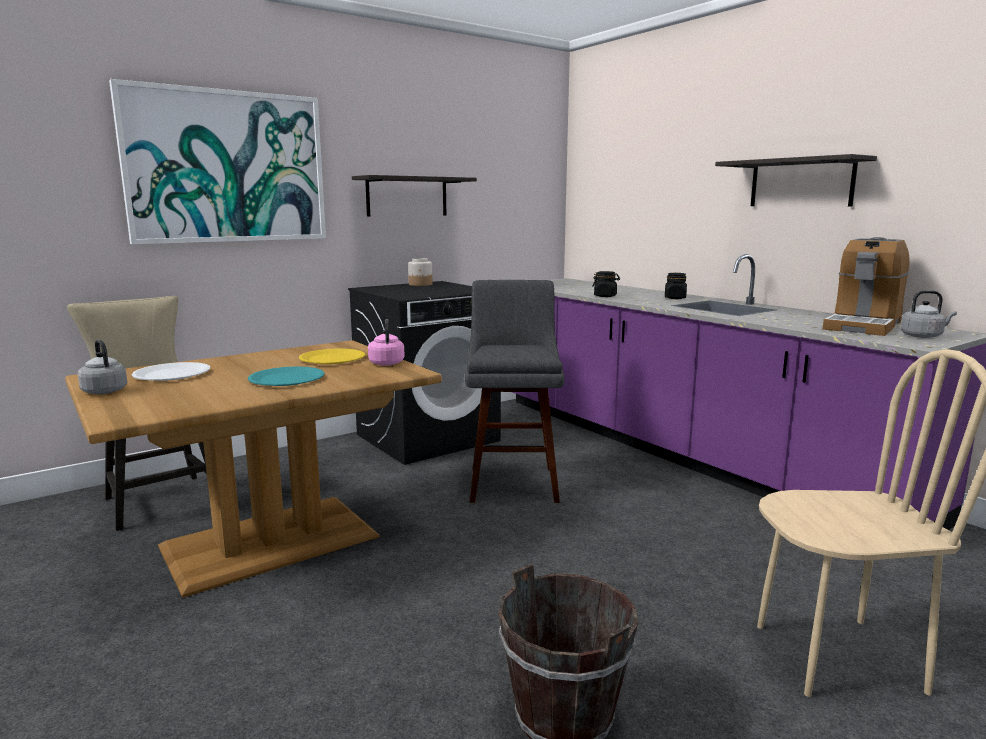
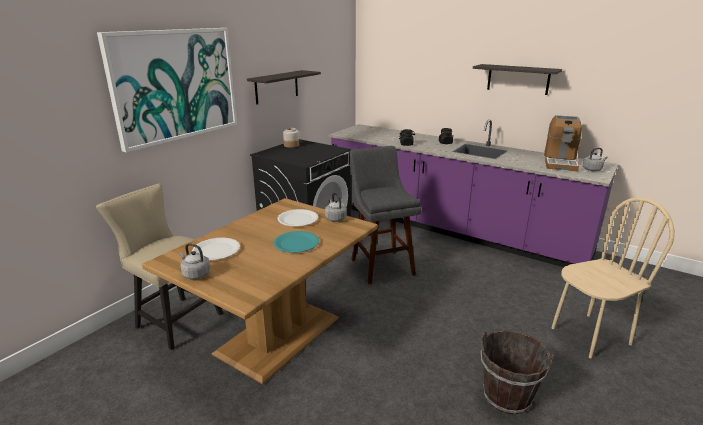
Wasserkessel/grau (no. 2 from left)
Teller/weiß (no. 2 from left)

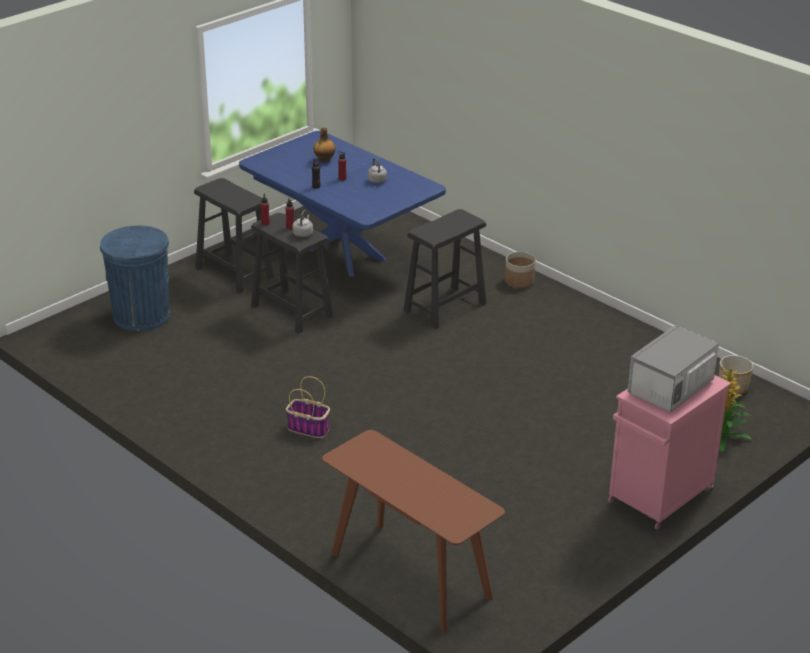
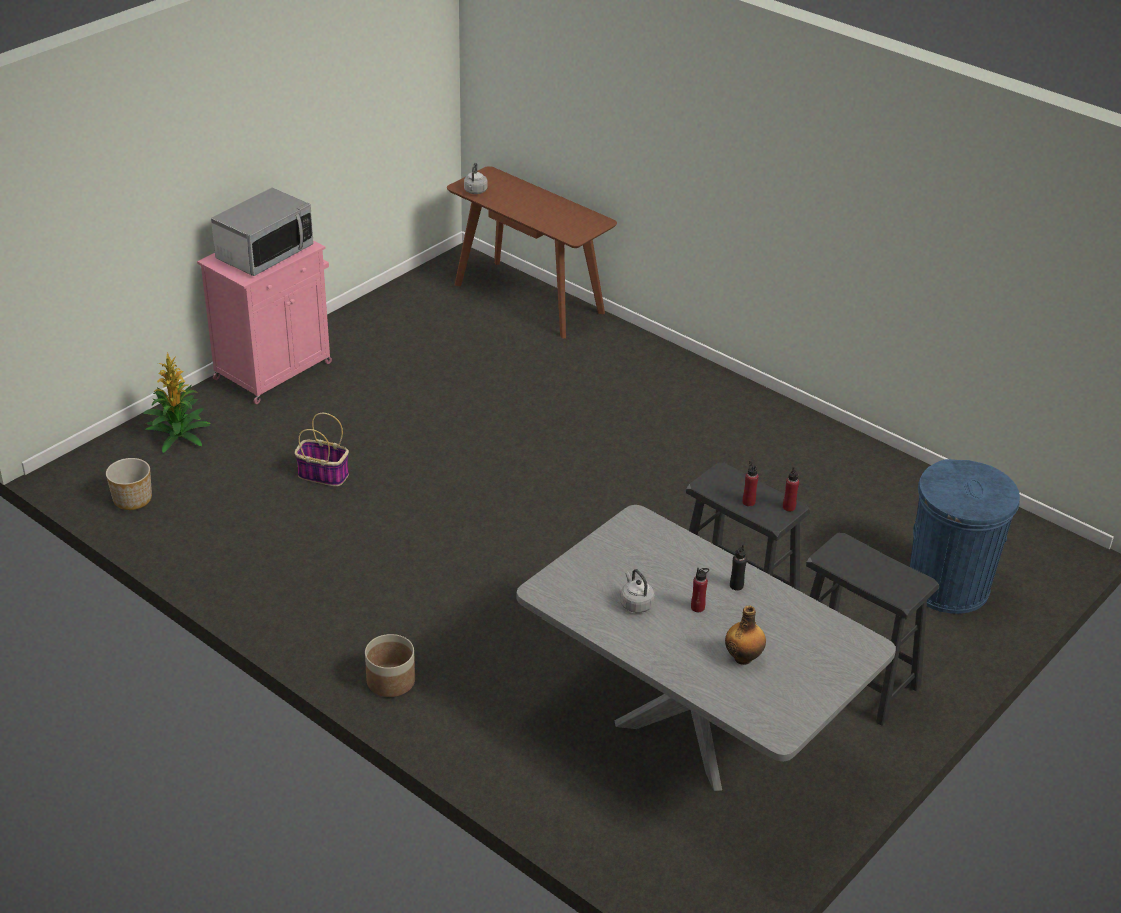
Esstisch/grau
Hocker/schwarz (no. 3 from left in the first image)
Wasserkessel/grau (no. 1 from left)
Korb

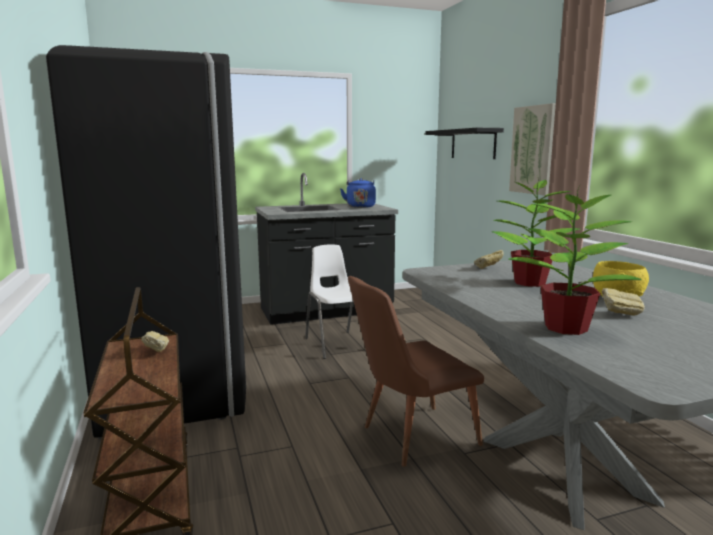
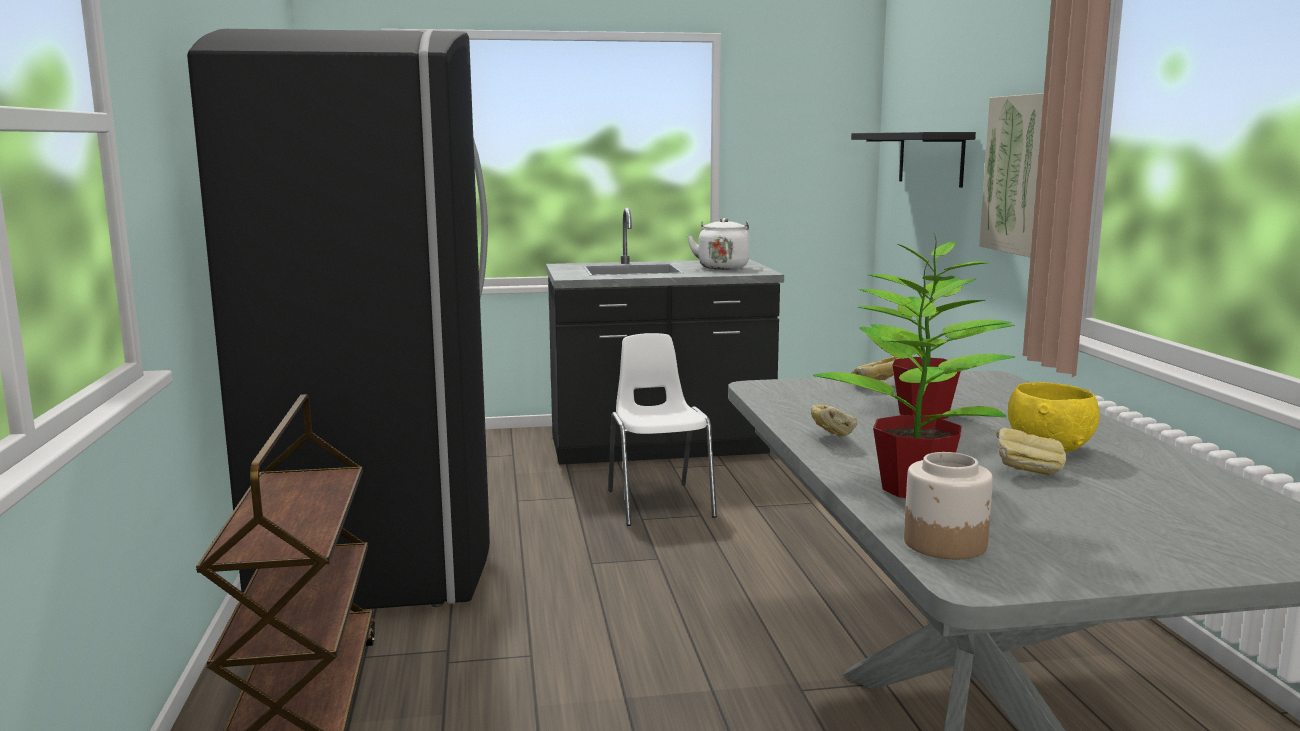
Wasserkessel/weiß
Stuhl/braun
Brot (no. 1 from left)
Vorratsglas

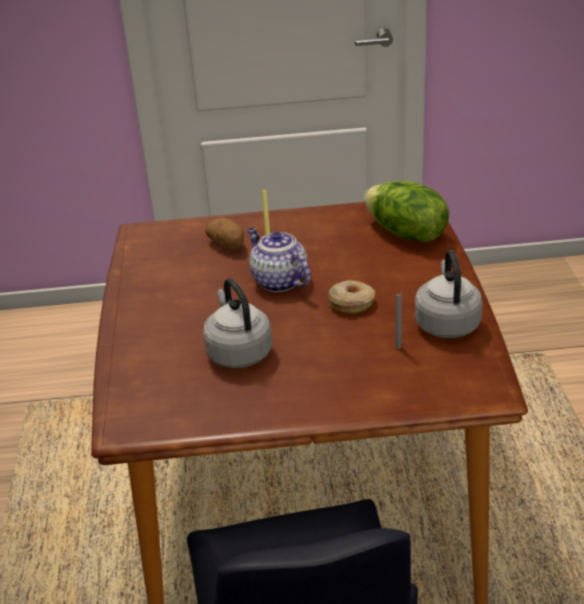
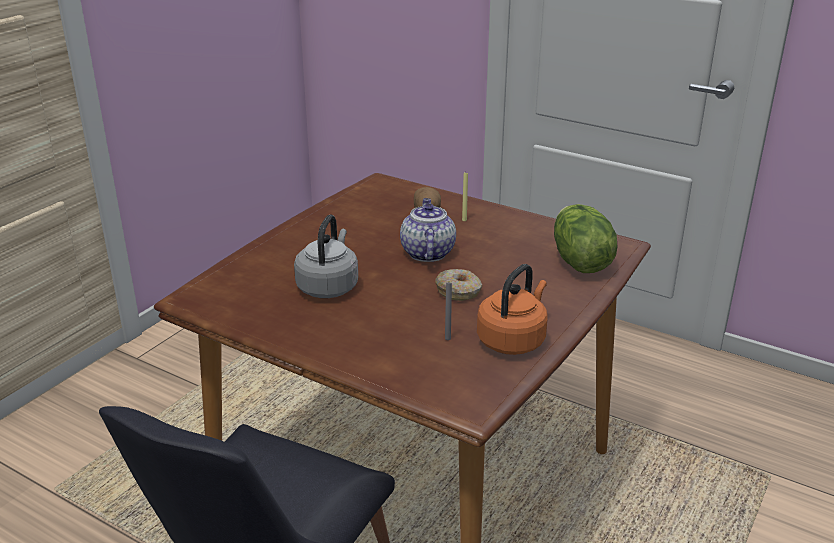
Wasserkessel/orange

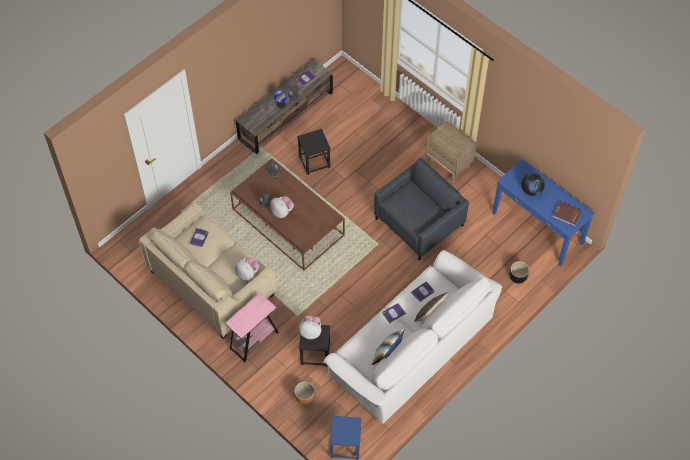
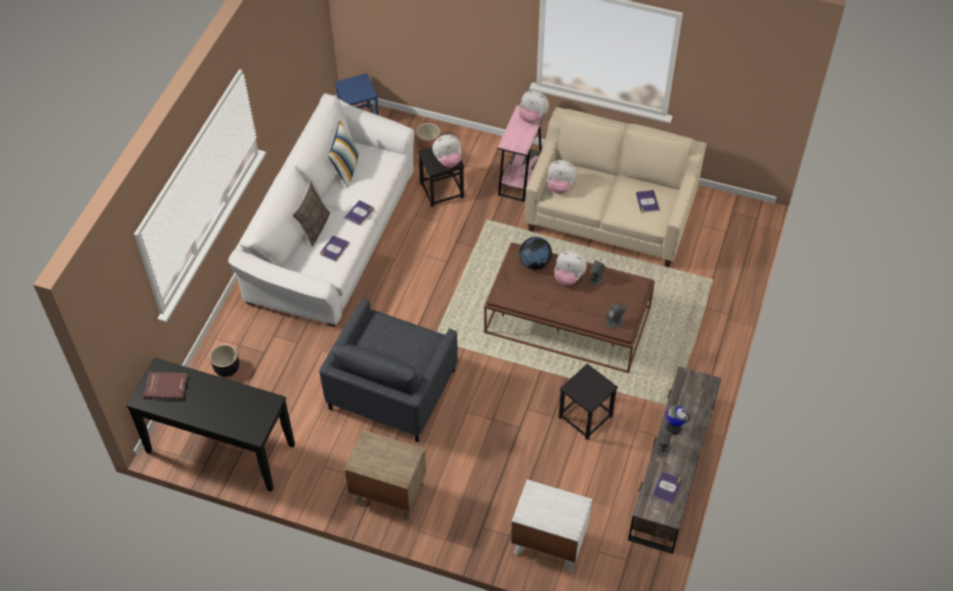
Konsolentisch/schwarz
Globus (no. 1 from left)
Plüschtier (no. 2 from left)
Nachttisch/weiß

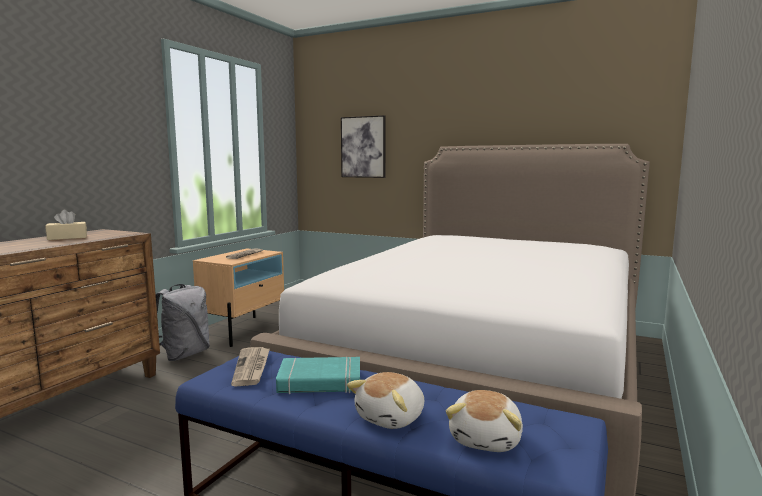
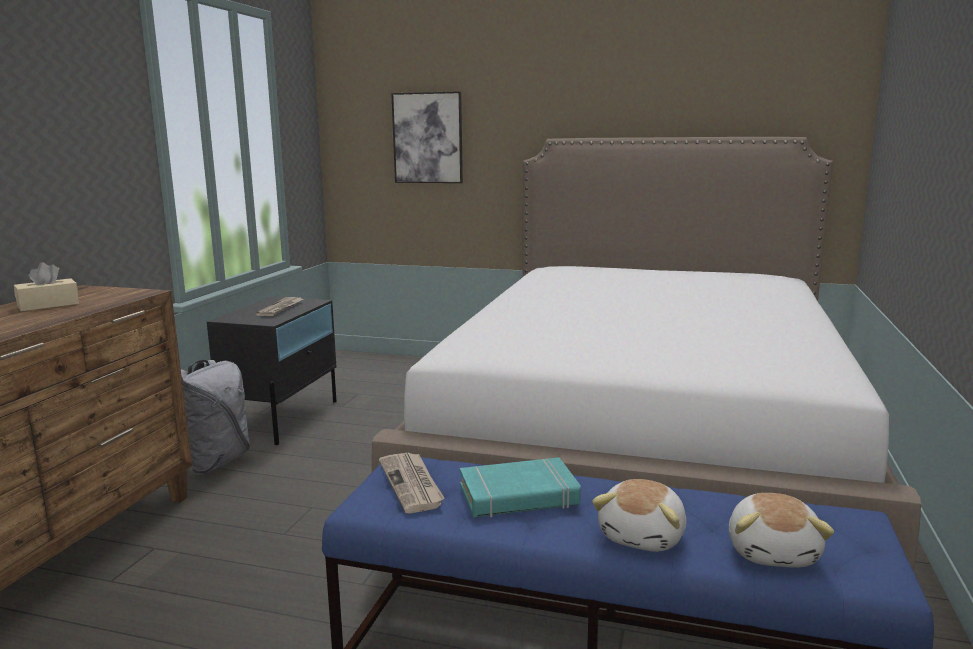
Nachttisch/schwarz

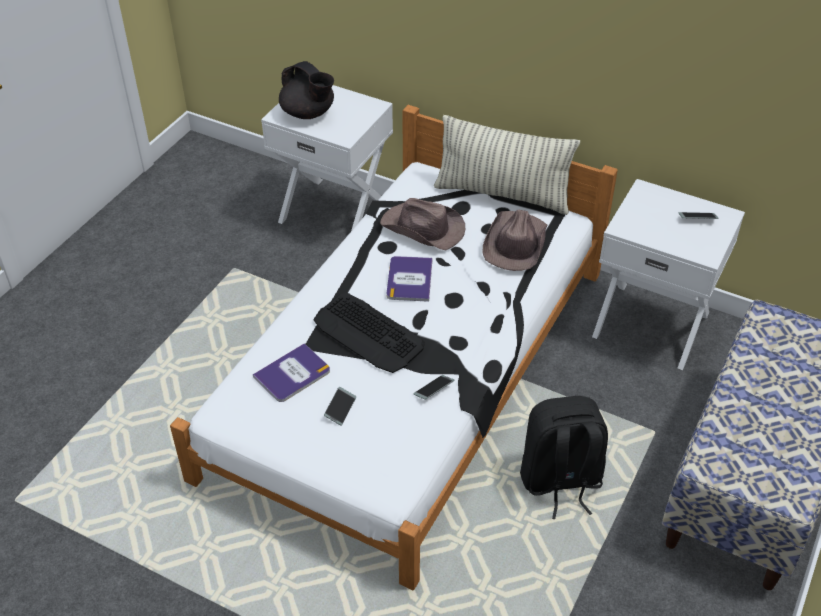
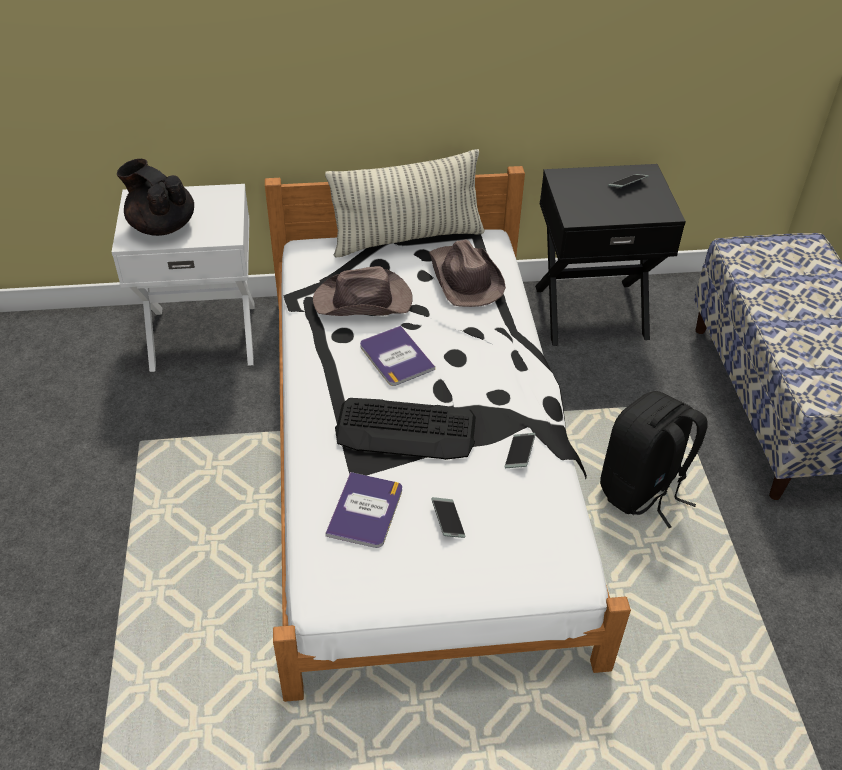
Teekanne/schwarz
Nachttisch/schwarz

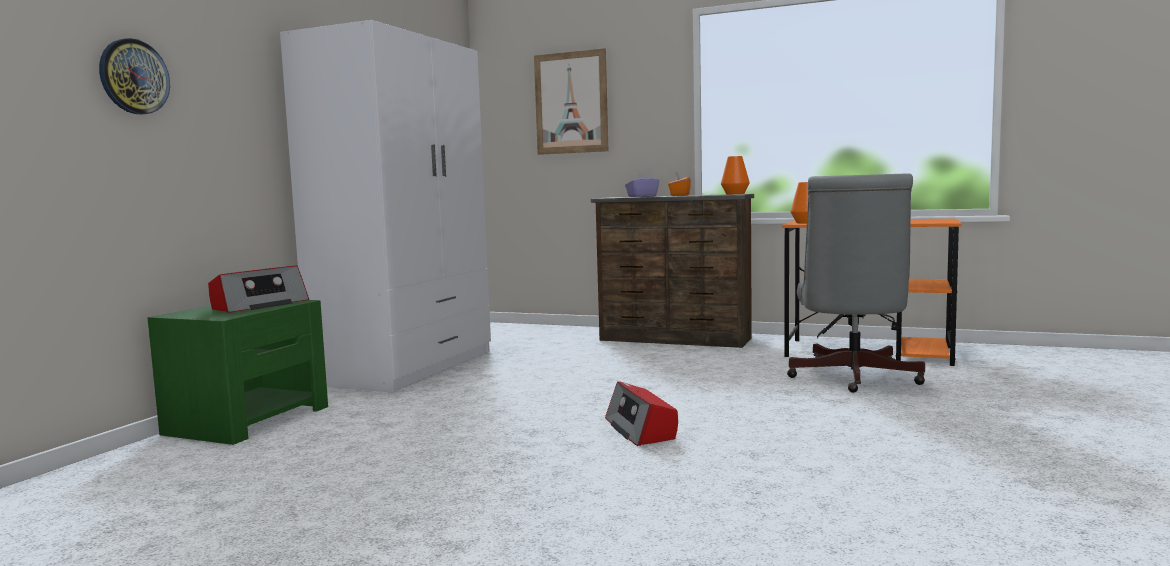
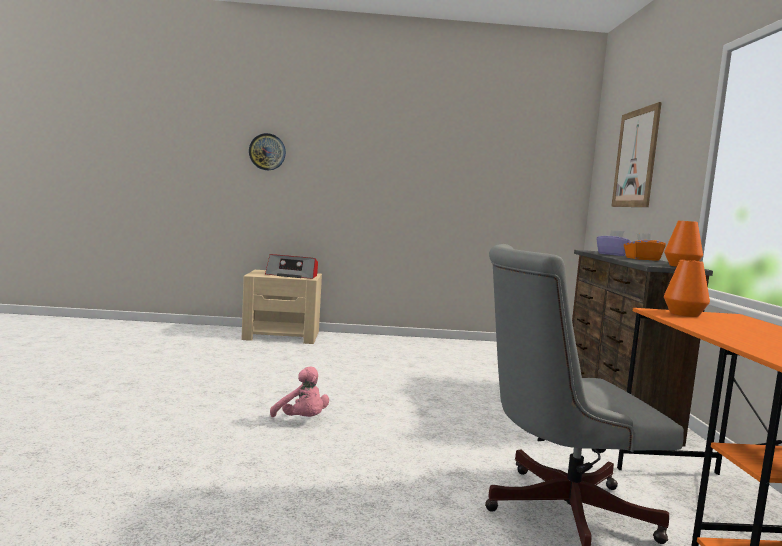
Kleiderschrank/weiß
Nachttisch/beige
Plüschtier/rosa

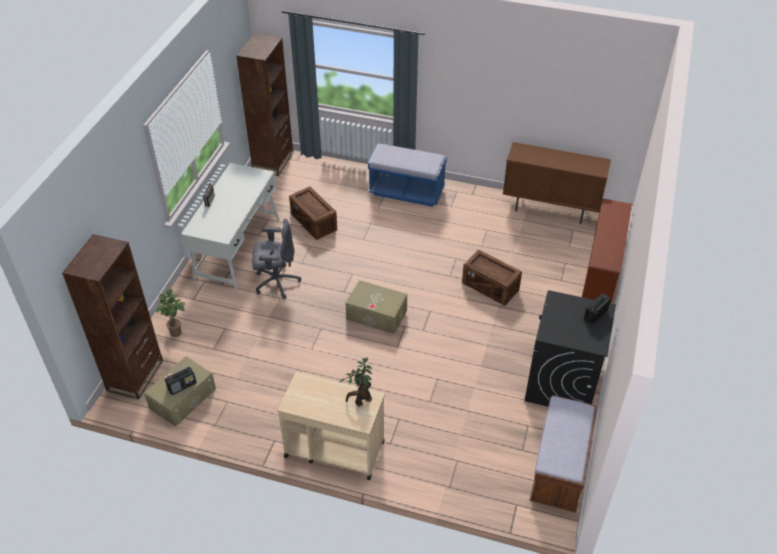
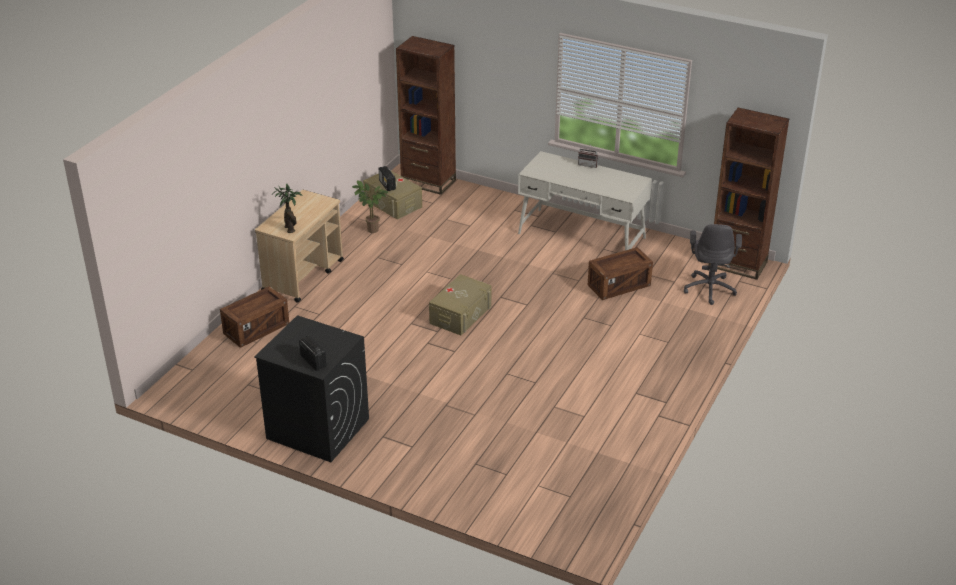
Schrank/braun
Bank/blau
Schuhregal/braun
Bürostuhl/grau
Kiste (no. 1 from left)
Topfpflanze (no. 2 from left)
Bank/braun

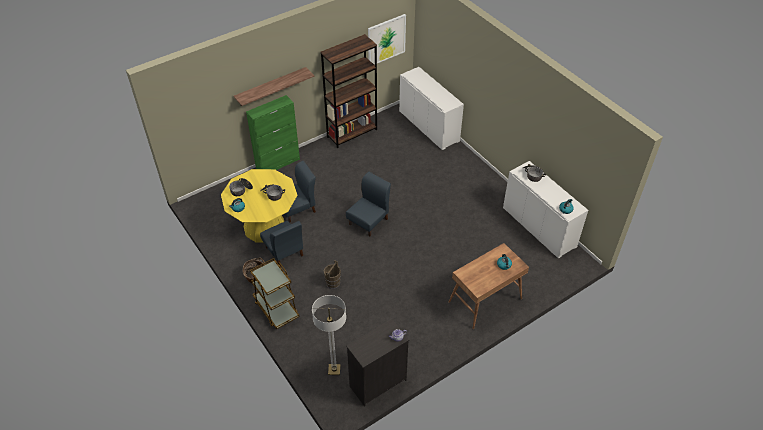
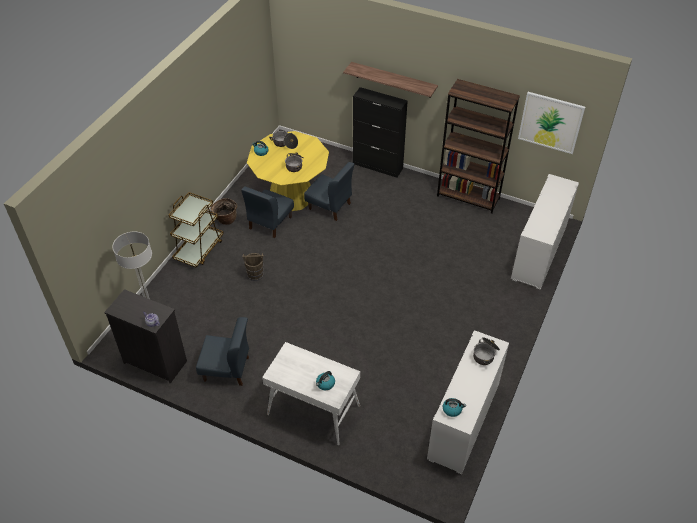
Schrank/schwarz
Stuhl/blau (no. 1 from left)
Schreibtisch/weiß

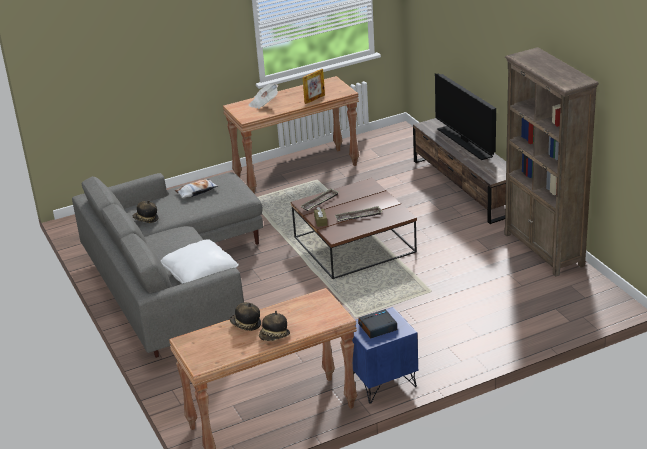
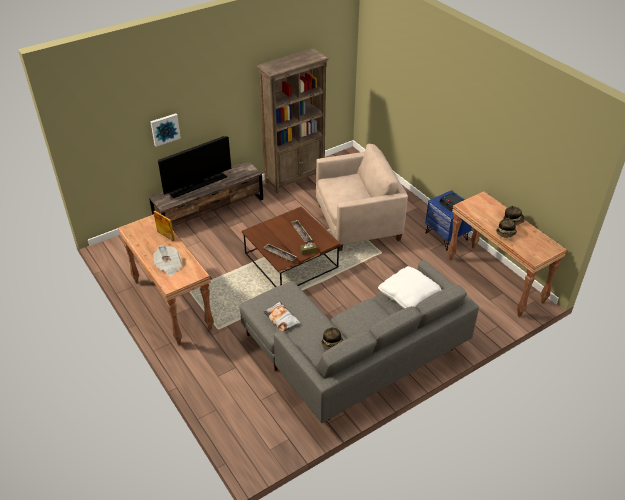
Bild
Sessel/beige

